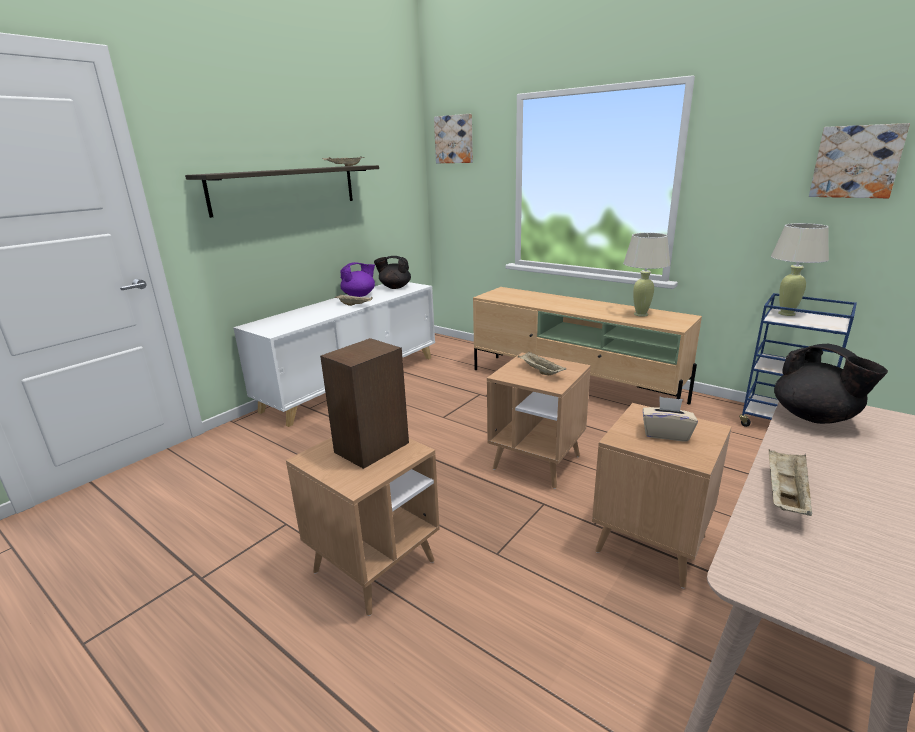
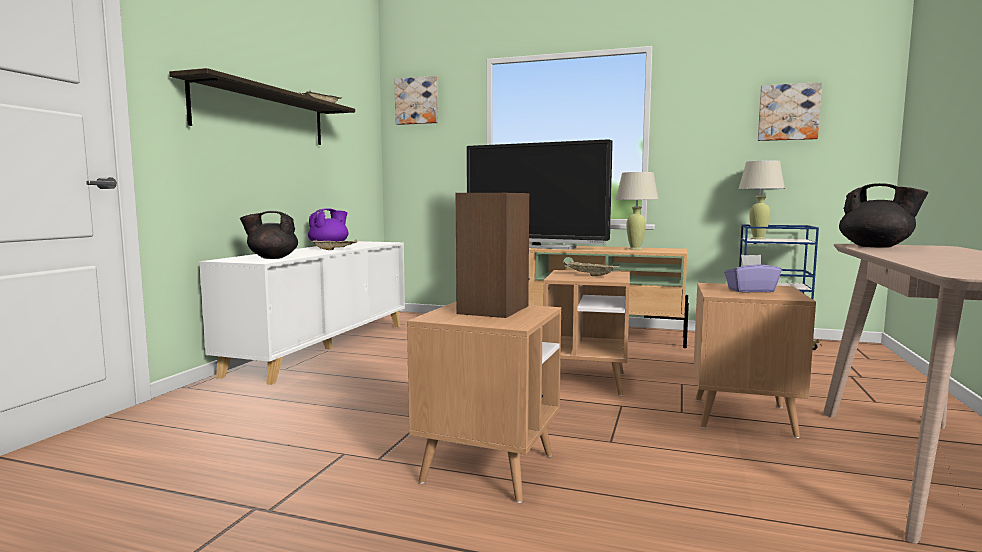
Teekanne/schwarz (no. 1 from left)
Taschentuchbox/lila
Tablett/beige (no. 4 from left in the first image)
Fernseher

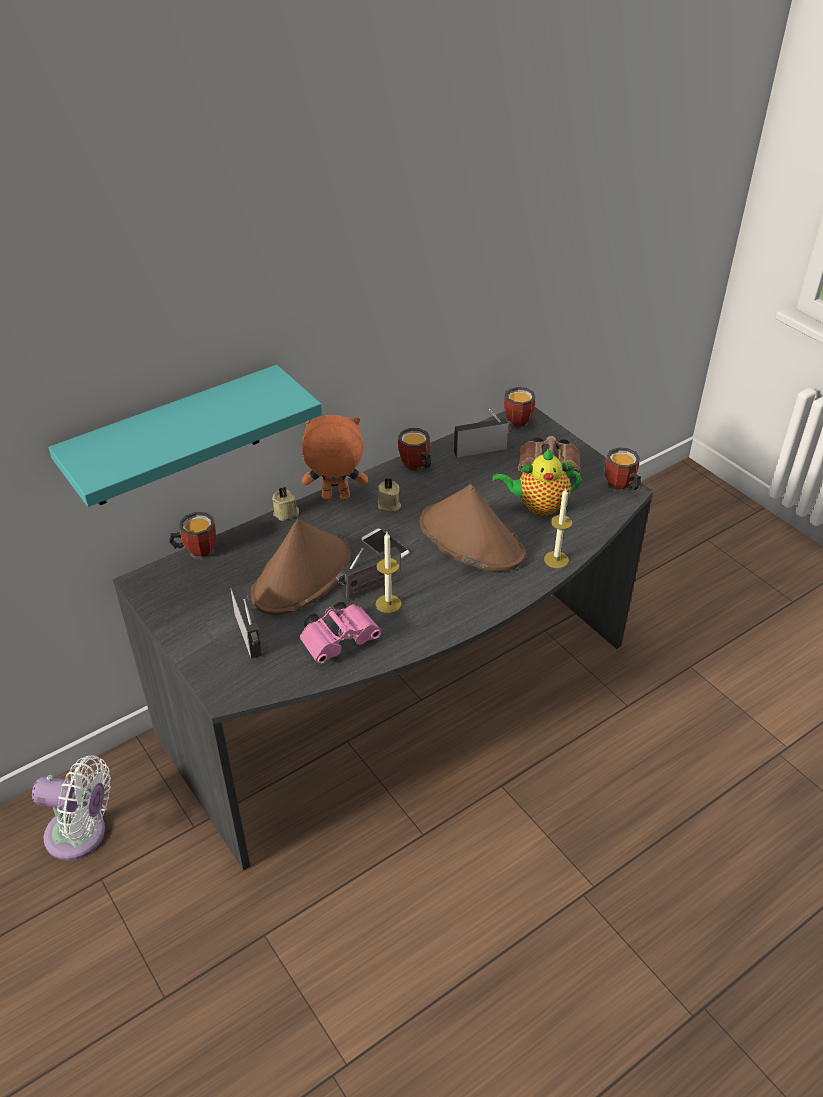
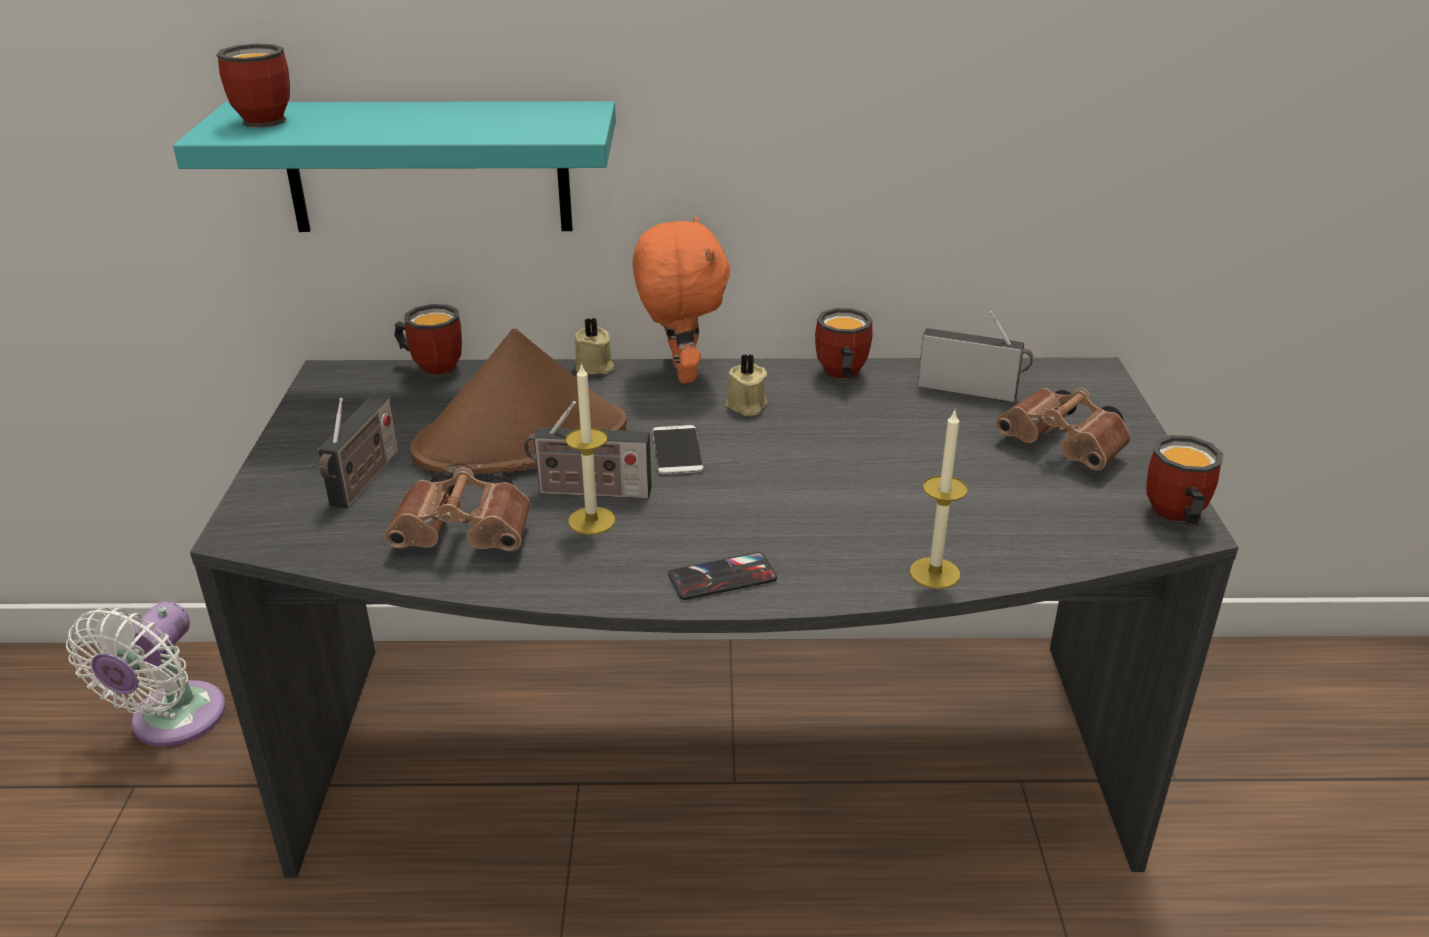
Henkelbecher (no. 1 from left)
Plüschtier/orange
Teekanne
Hut/braun (no. 2 from left in the first image)
Fernglas/braun (no. 1 from left)
Ventilator/weiß
Handy (no. 2 from left)

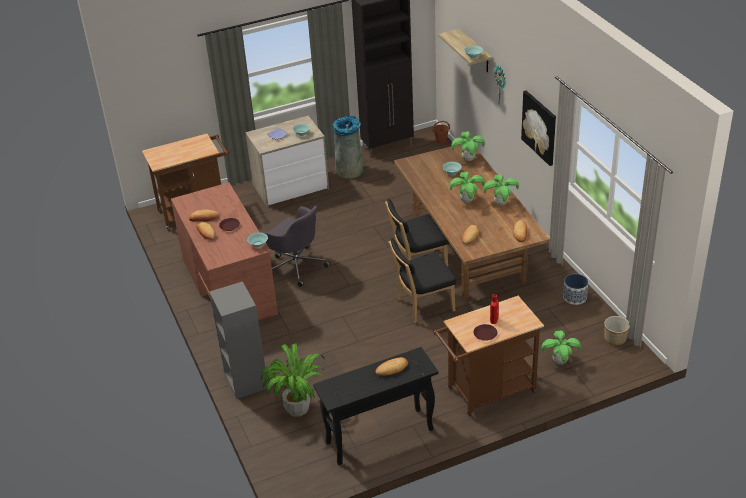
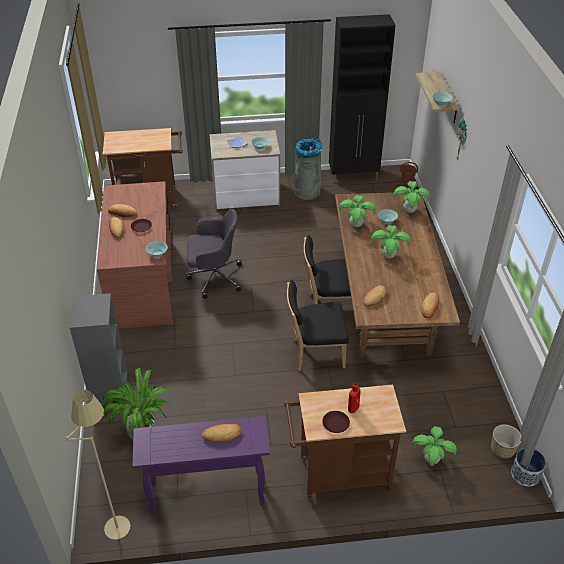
Bild
Topfpflanze (no. 2 from left)
Bürostuhl/grau
Pflanzkübel (no. 2 from left)
Konsolentisch/lila
Stehlampe/beige

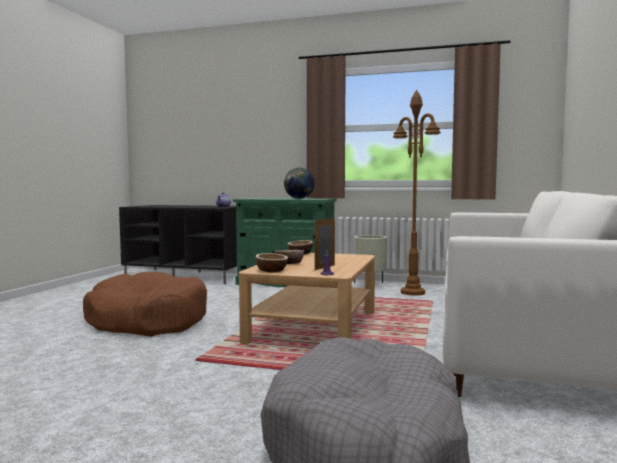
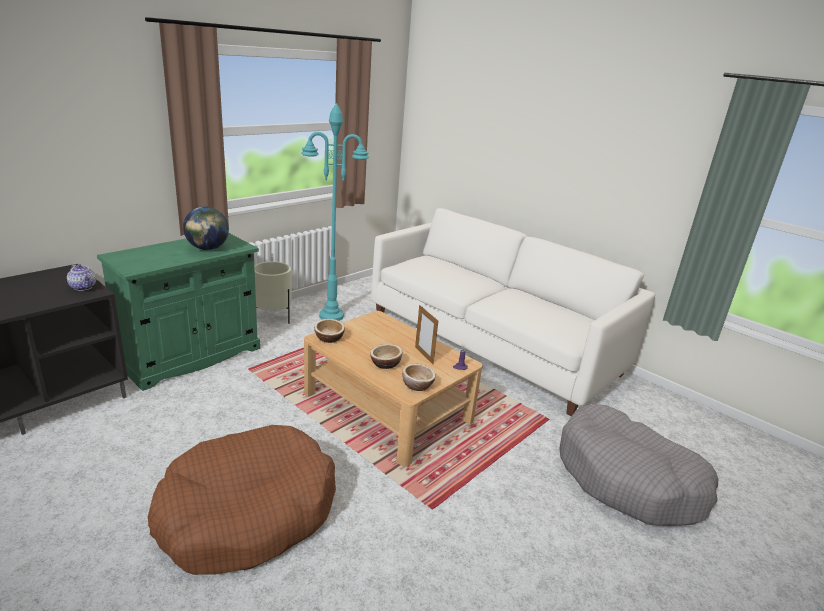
Stehlampe/türkis

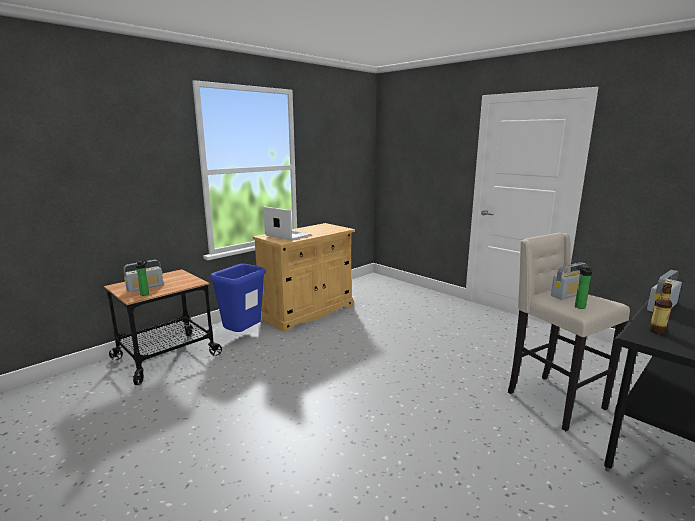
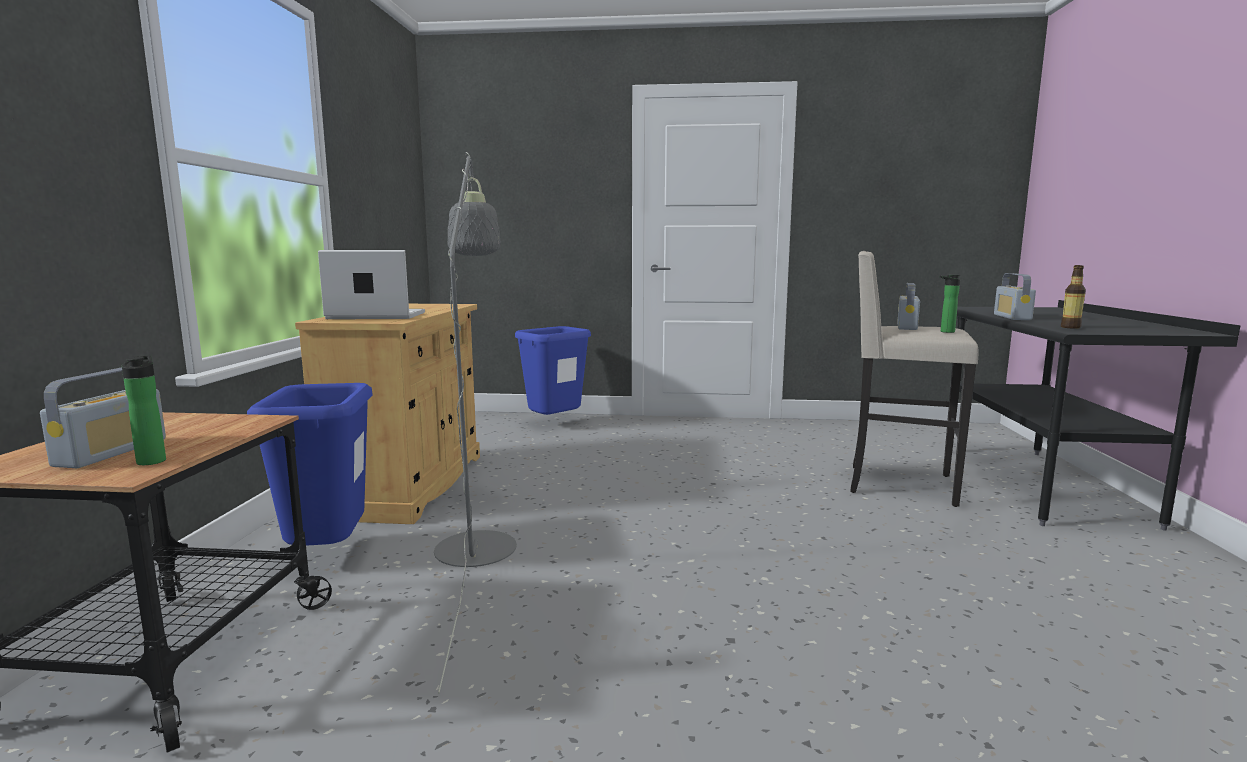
Stehlampe/grau
Mülleimer/blau (no. 2 from left)

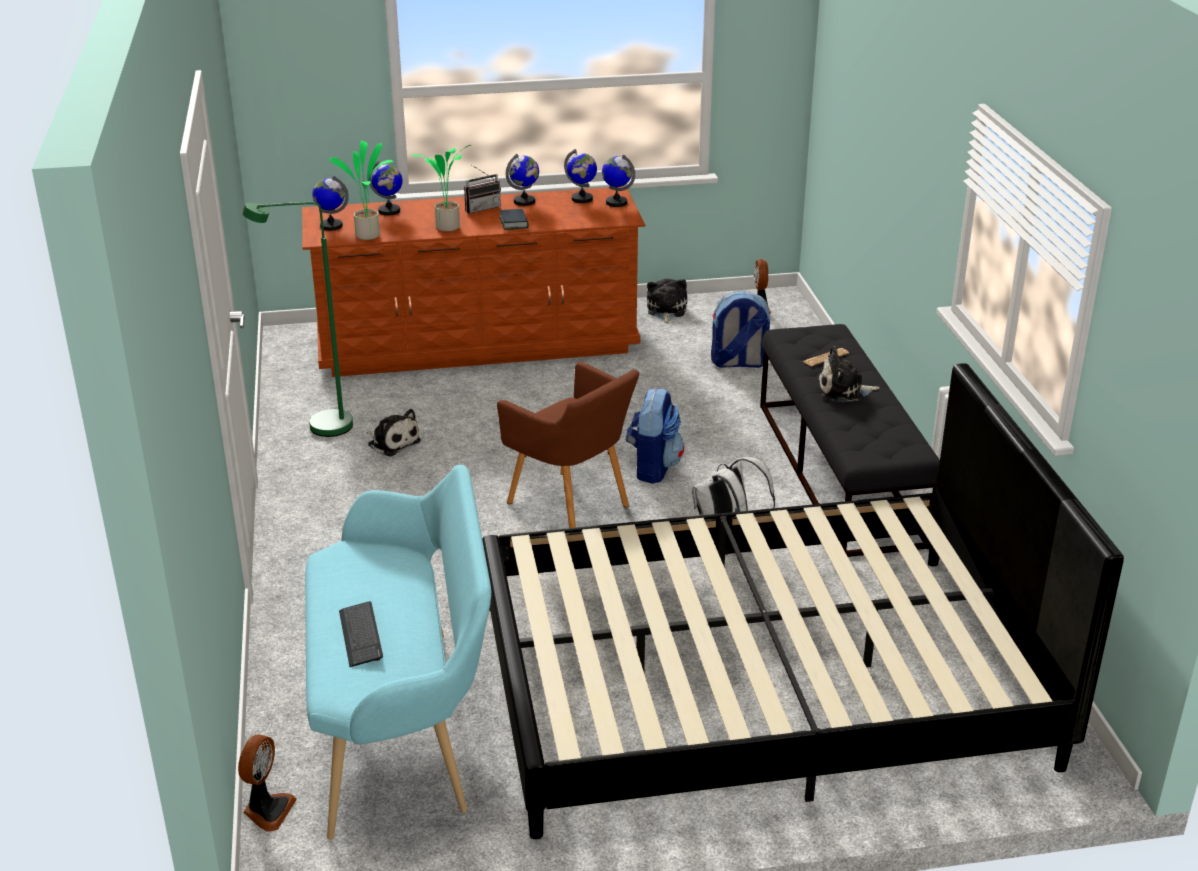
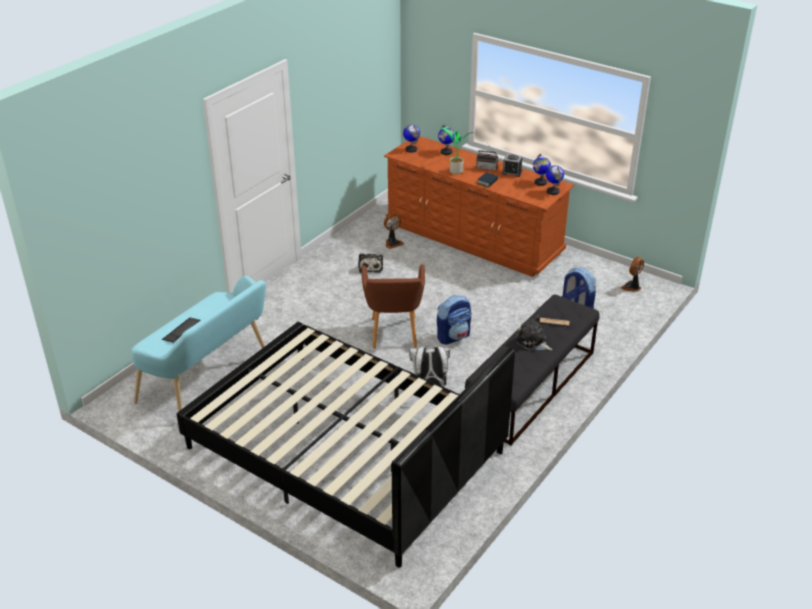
Topfpflanze (no. 1 from left in the first image)
Wecker
Stehlampe/grün
Plüschtier (no. 2 from left in the first image)
Ventilator (no. 1 from left)

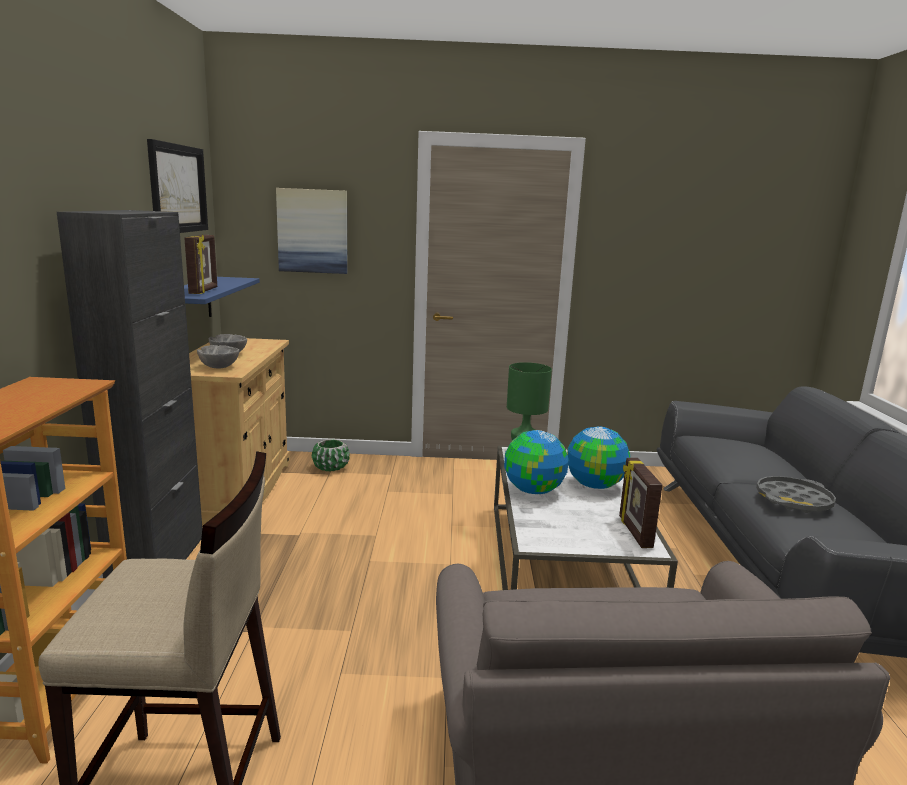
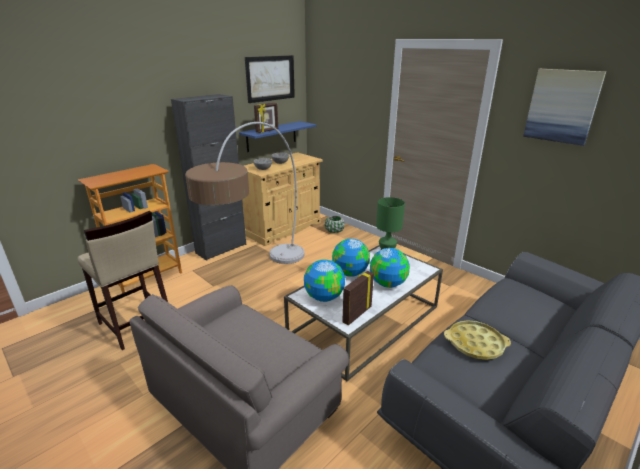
Bild (no. 2 from left)
Tablett/gelb
Stehlampe
Globus (no. 1 from left)

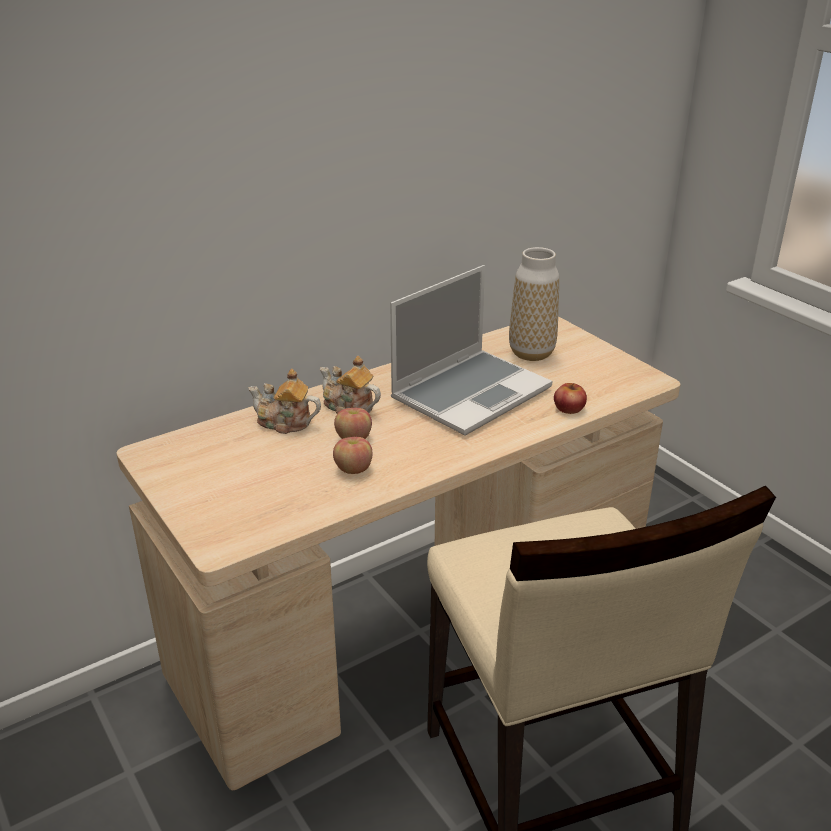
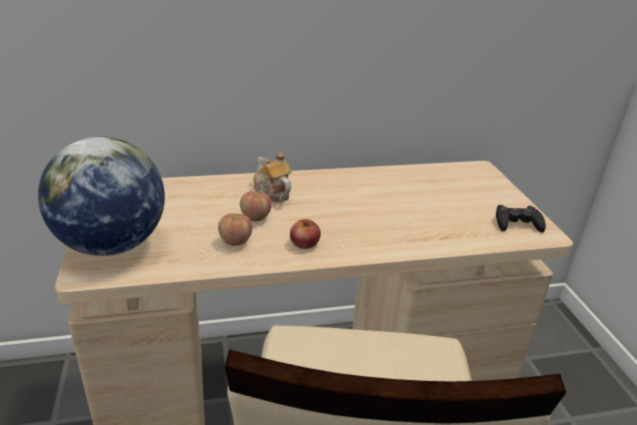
Vase
Laptop
Teekanne (no. 1 from left in the first image)
Apfel (no. 3 from left)
Globus
Gamepad/schwarz

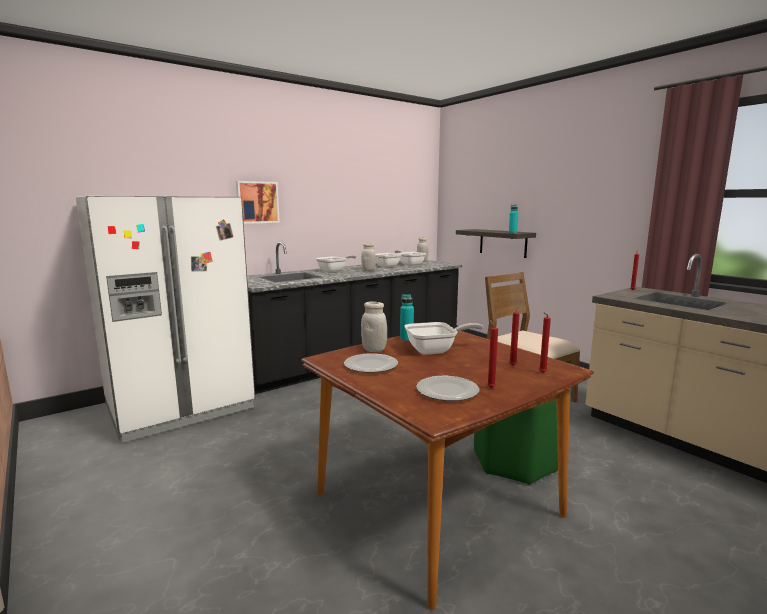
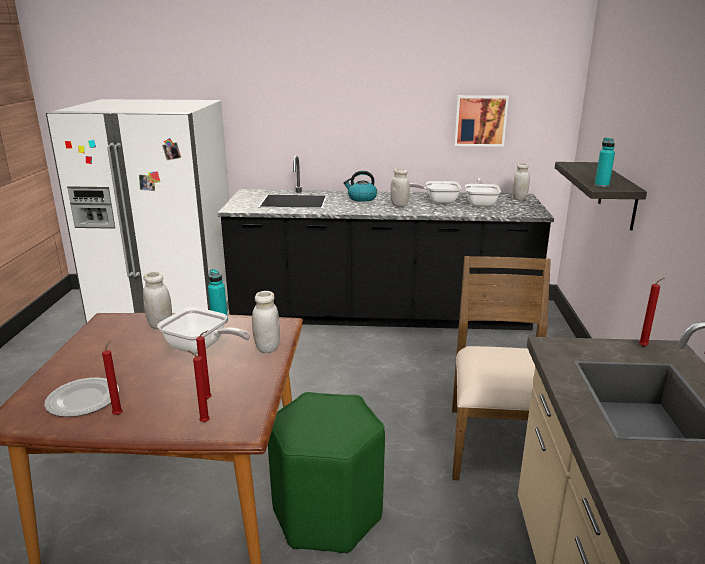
Bild
Wasserkessel
Teller (no. 1 from left in the first image)
Vorratsglas/weiß (no. 2 from left)

